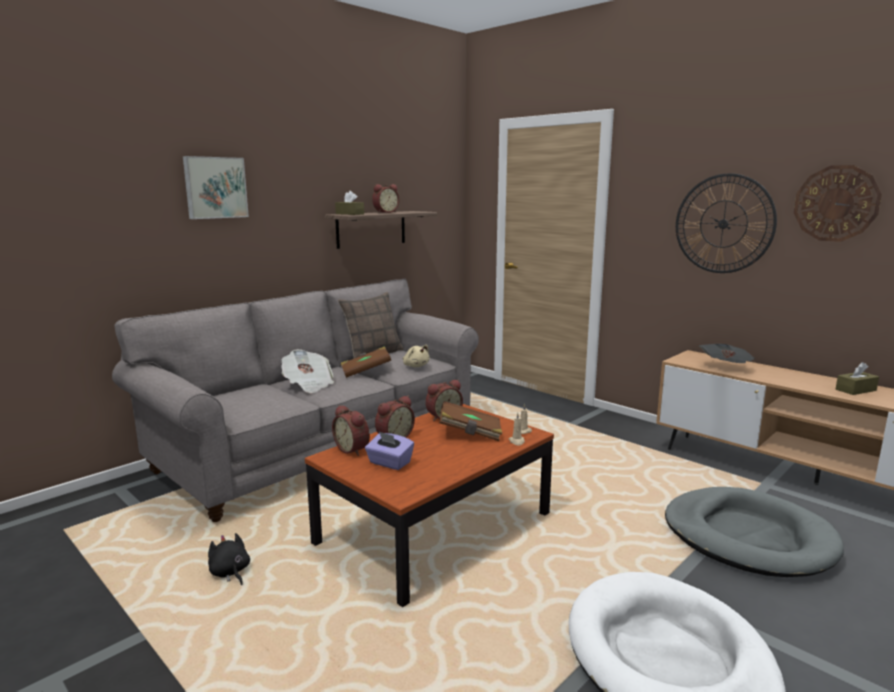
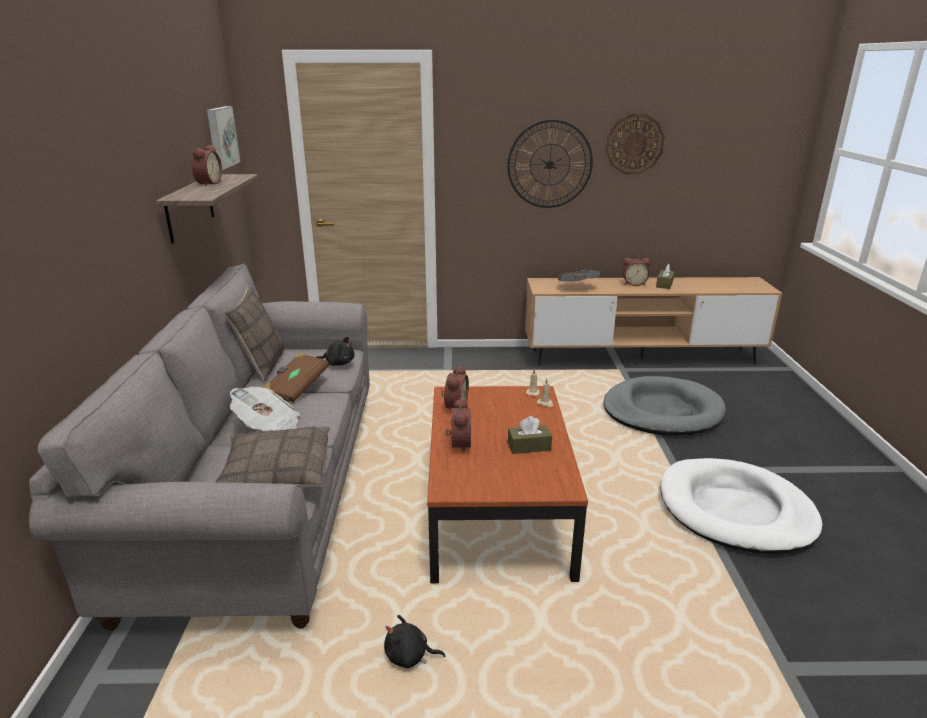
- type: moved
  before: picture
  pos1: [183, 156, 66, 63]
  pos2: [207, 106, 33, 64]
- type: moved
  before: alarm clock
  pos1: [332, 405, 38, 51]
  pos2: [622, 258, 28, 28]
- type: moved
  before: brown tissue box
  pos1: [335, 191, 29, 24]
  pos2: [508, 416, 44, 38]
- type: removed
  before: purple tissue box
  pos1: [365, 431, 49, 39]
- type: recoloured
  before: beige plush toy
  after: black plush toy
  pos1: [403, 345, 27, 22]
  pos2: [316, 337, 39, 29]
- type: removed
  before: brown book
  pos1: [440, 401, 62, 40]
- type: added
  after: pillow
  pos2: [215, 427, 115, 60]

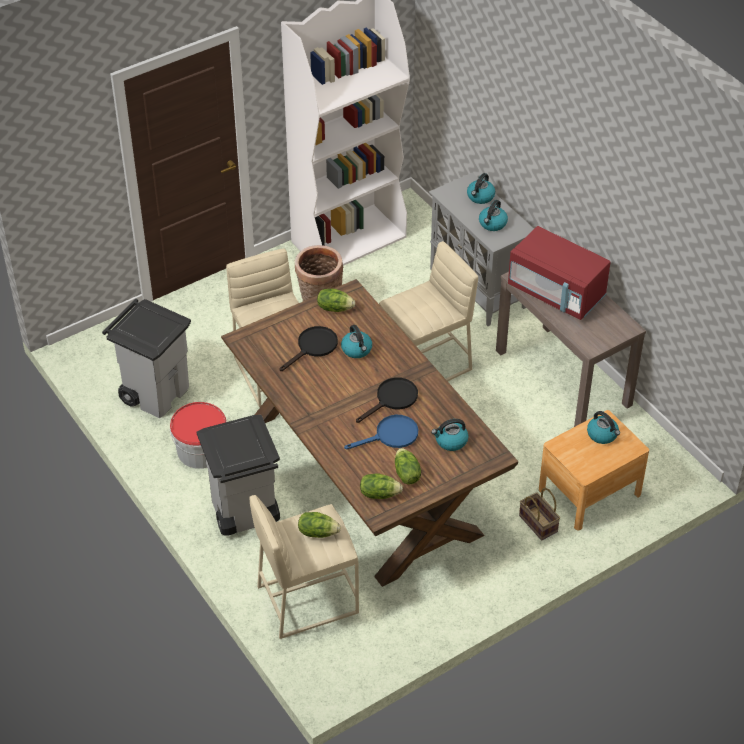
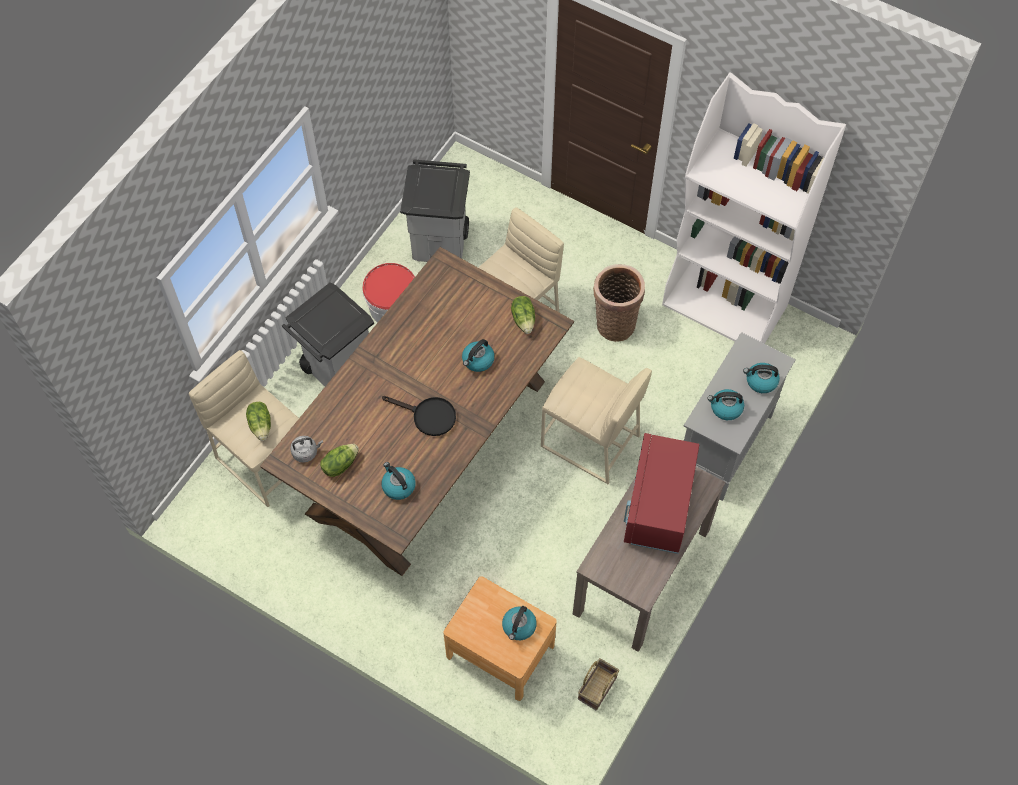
- type: removed
  before: black frying pan
  pos1: [279, 326, 59, 45]
- type: removed
  before: blue frying pan
  pos1: [344, 415, 74, 34]
- type: replaced
  before: lettuce
  after: grey kettle
  pos1: [360, 474, 43, 25]
  pos2: [290, 436, 33, 26]
- type: moved
  before: basket
  pos1: [519, 488, 41, 52]
  pos2: [578, 658, 41, 53]

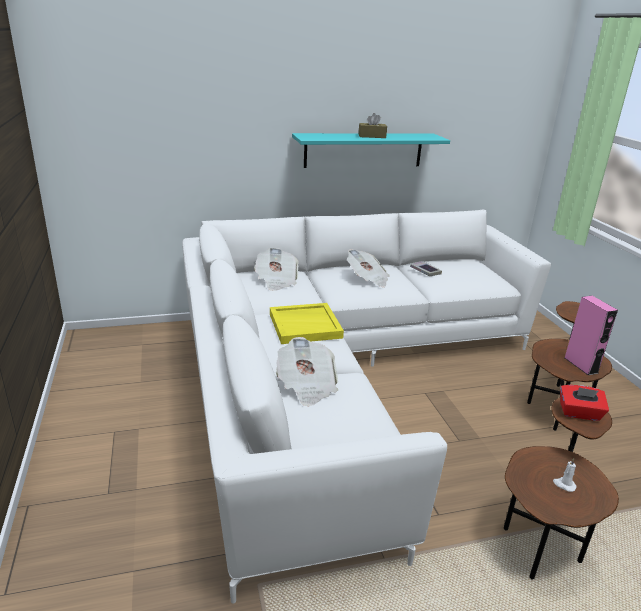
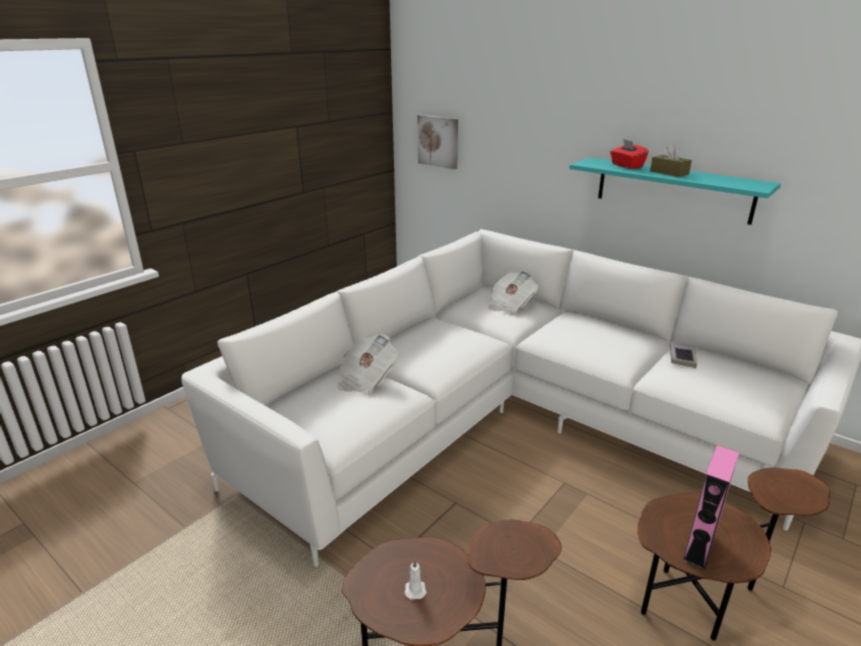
- type: removed
  before: yellow tray
  pos1: [270, 303, 74, 41]
- type: removed
  before: newspaper
  pos1: [347, 249, 43, 39]
- type: moved
  before: red tissue box
  pos1: [560, 385, 49, 36]
  pos2: [610, 139, 39, 30]
- type: added
  after: picture
  pos2: [418, 115, 40, 54]

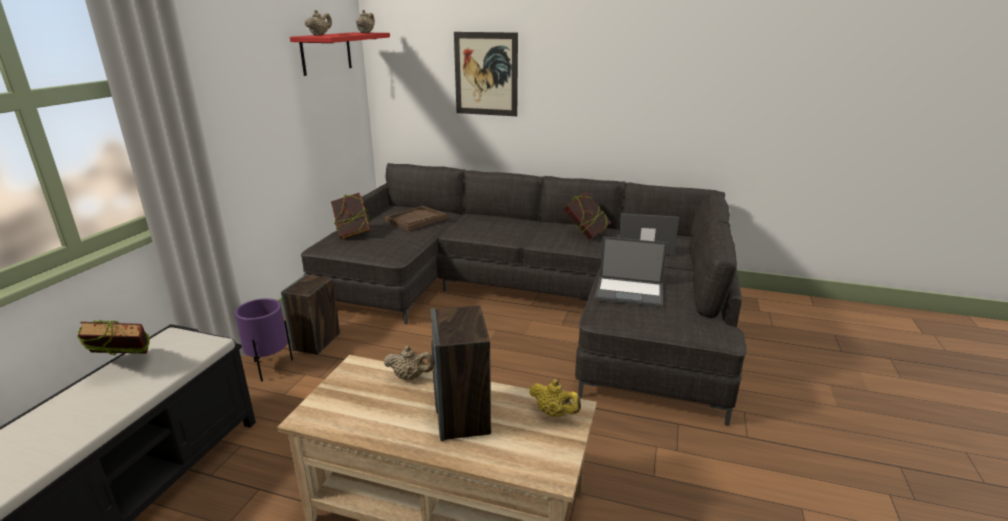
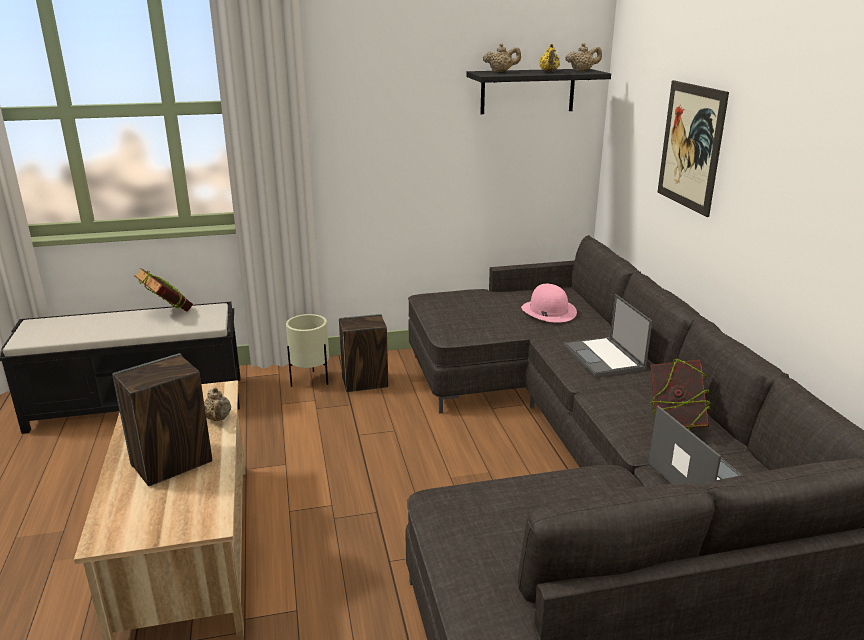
- type: recoloured
  before: purple planter
  after: beige planter
  pos1: [235, 298, 58, 83]
  pos2: [286, 314, 43, 73]
- type: recoloured
  before: red shelf
  after: black shelf
  pos1: [290, 32, 100, 44]
  pos2: [466, 69, 145, 45]
- type: removed
  before: book
  pos1: [331, 193, 40, 47]
- type: replaced
  before: brown tray
  after: pink hat
  pos1: [385, 206, 62, 25]
  pos2: [521, 284, 56, 39]
- type: moved
  before: yellow teapot
  pos1: [529, 379, 52, 38]
  pos2: [539, 44, 21, 28]
- type: moved
  before: laptop
  pos1: [595, 237, 73, 71]
  pos2: [563, 294, 89, 83]

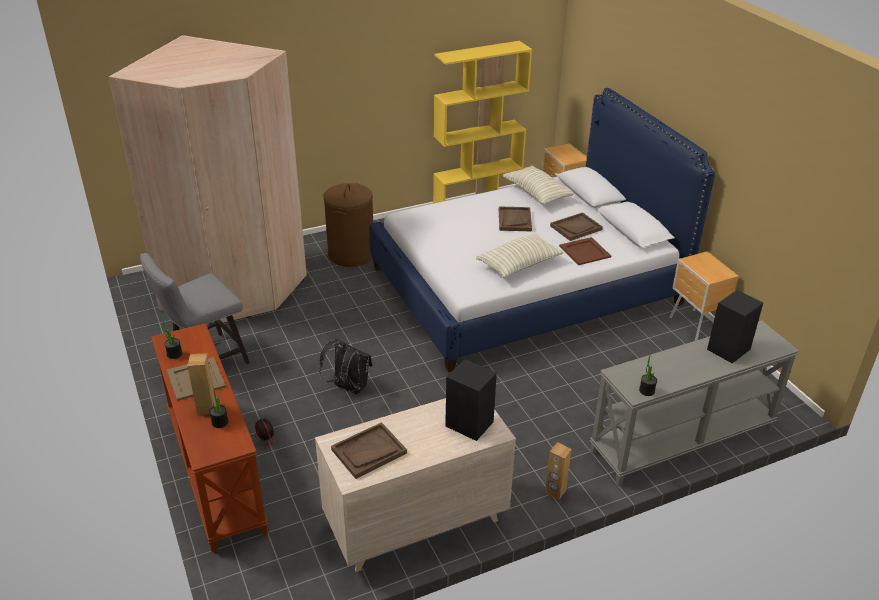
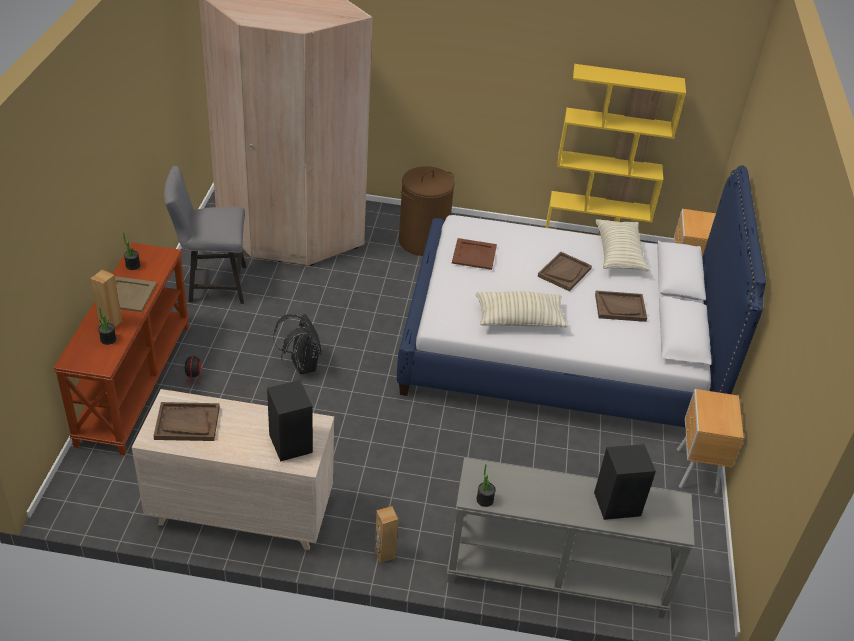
- type: moved
  before: brown tray
  pos1: [559, 237, 52, 28]
  pos2: [452, 238, 45, 32]

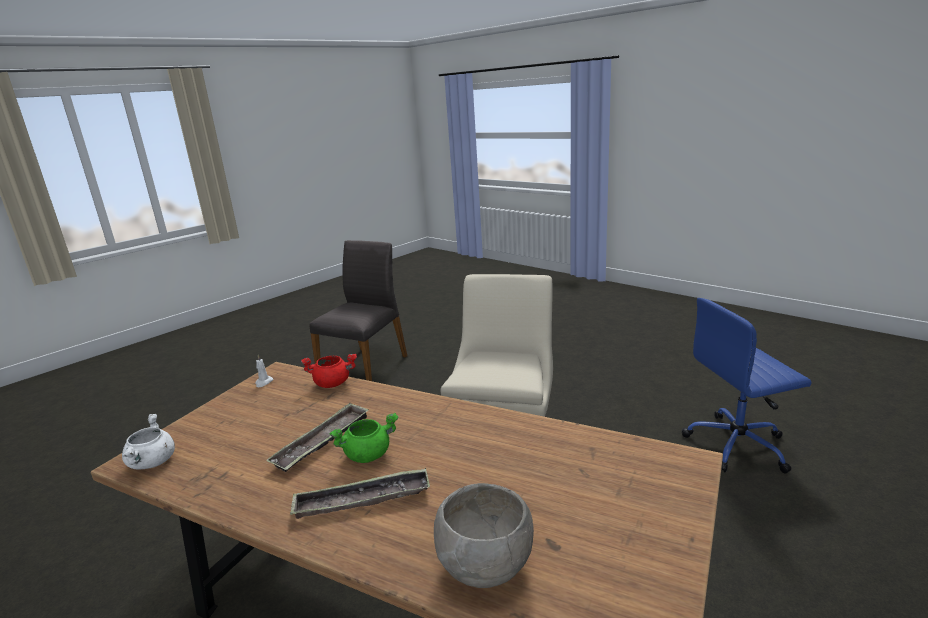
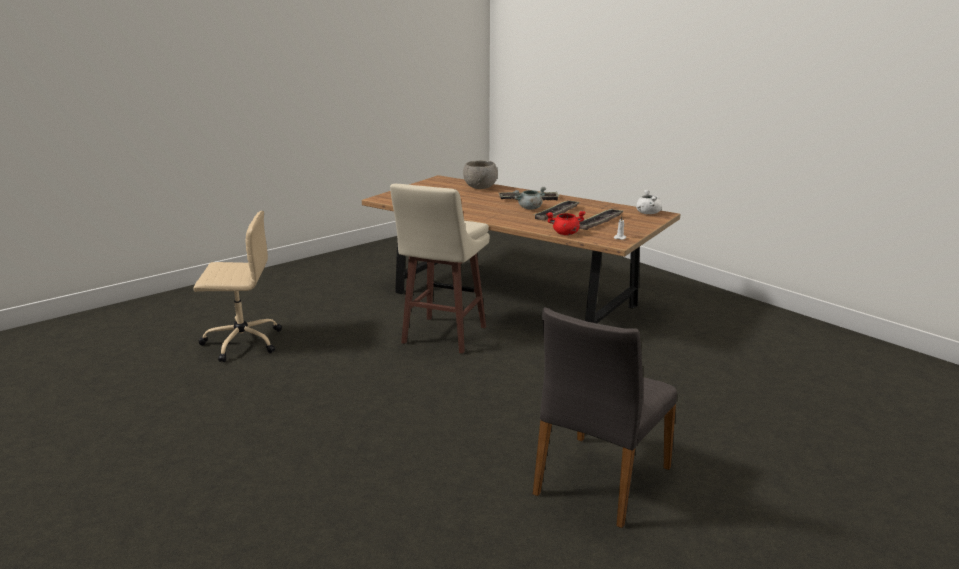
- type: recoloured
  before: green cooking pot
  after: grey cooking pot
  pos1: [330, 413, 69, 50]
  pos2: [513, 187, 33, 23]
- type: recoloured
  before: blue office chair
  after: beige office chair
  pos1: [682, 298, 129, 176]
  pos2: [193, 211, 89, 151]
- type: added
  after: tray
  pos2: [579, 209, 44, 21]

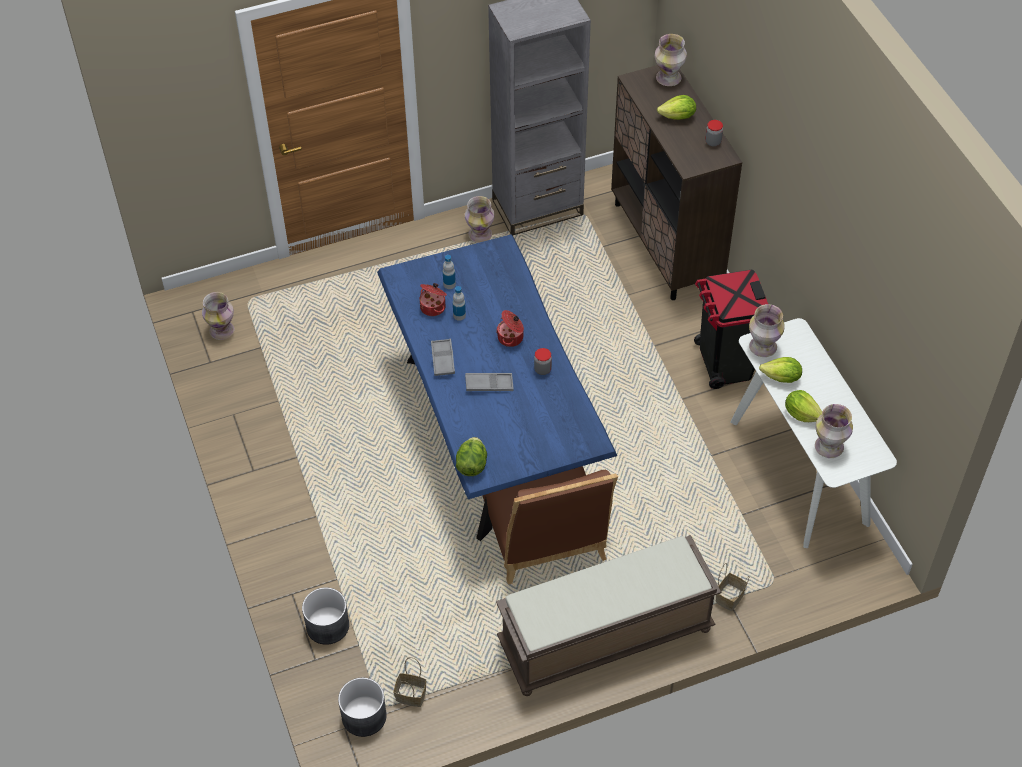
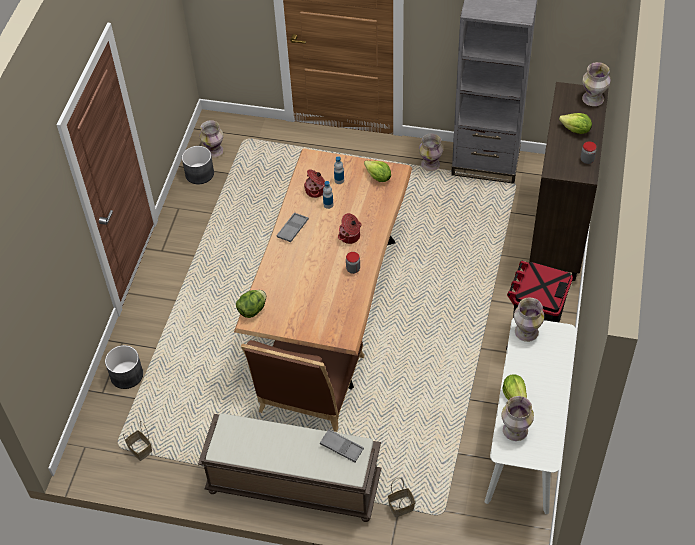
- type: moved
  before: grey planter
  pos1: [338, 678, 49, 59]
  pos2: [182, 146, 32, 38]
- type: recoloured
  before: blue dining table
  after: brown dining table
  pos1: [377, 234, 240, 307]
  pos2: [234, 148, 178, 242]
- type: moved
  before: grey tray
  pos1: [465, 373, 49, 18]
  pos2: [320, 429, 44, 34]
- type: moved
  before: lettuce
  pos1: [759, 357, 43, 26]
  pos2: [364, 161, 27, 21]

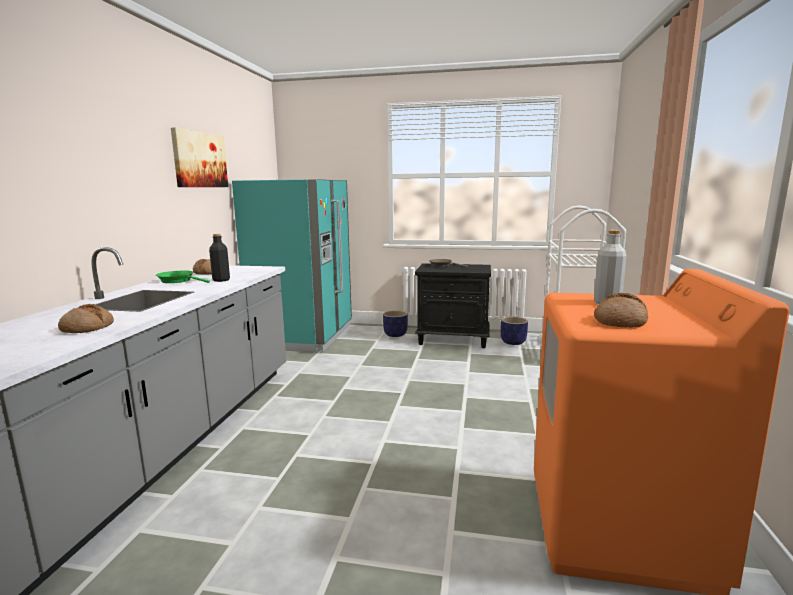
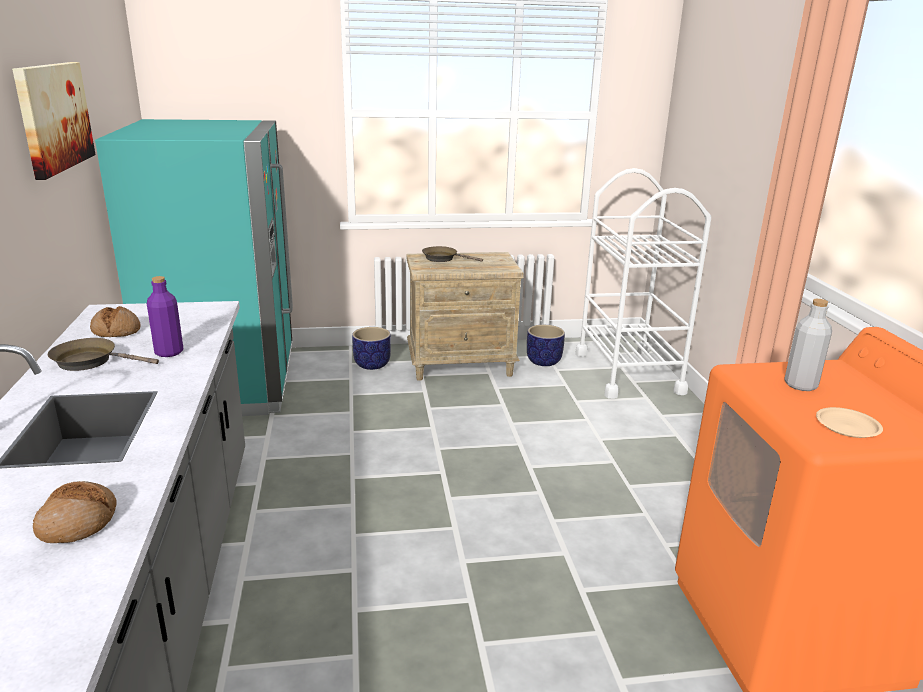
- type: recoloured
  before: green frying pan
  after: brown frying pan
  pos1: [156, 270, 54, 13]
  pos2: [48, 338, 111, 33]
- type: recoloured
  before: black bottle
  after: purple bottle
  pos1: [209, 234, 21, 48]
  pos2: [147, 276, 36, 81]
- type: recoloured
  before: black nightstand
  after: beige nightstand
  pos1: [415, 263, 76, 85]
  pos2: [406, 252, 118, 129]
- type: replaced
  before: bread
  after: beige plate
  pos1: [594, 293, 54, 35]
  pos2: [816, 407, 67, 31]

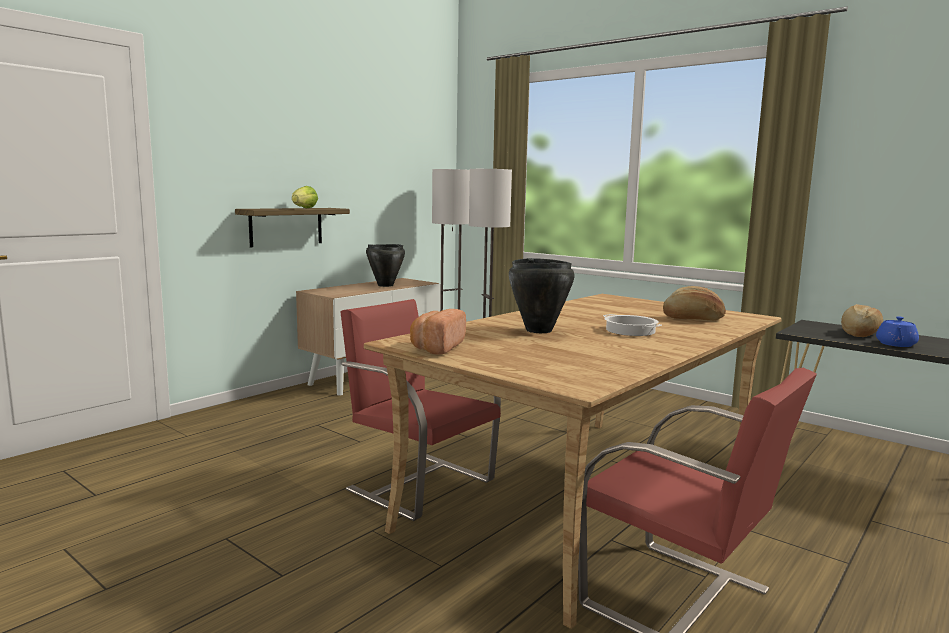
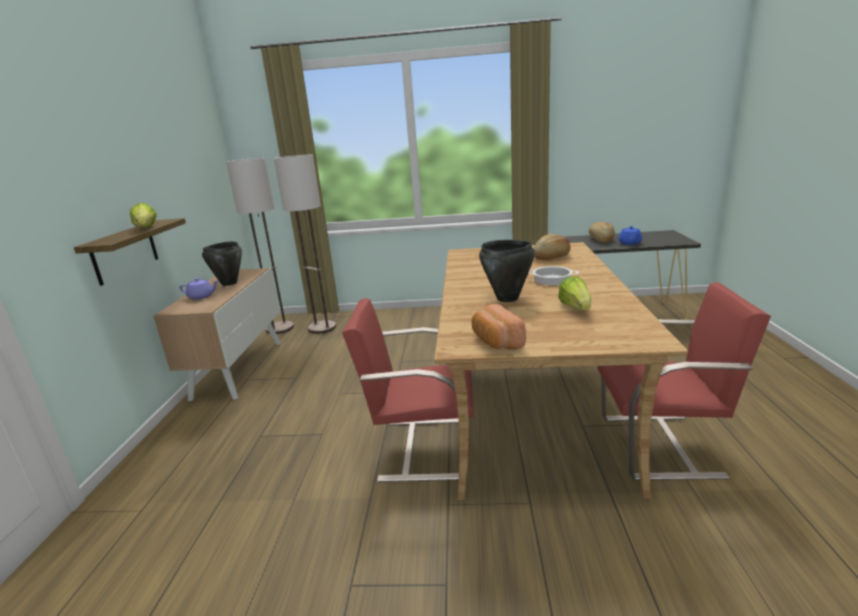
- type: added
  after: purple teapot
  pos2: [179, 278, 39, 22]
- type: added
  after: lettuce
  pos2: [558, 276, 33, 35]

